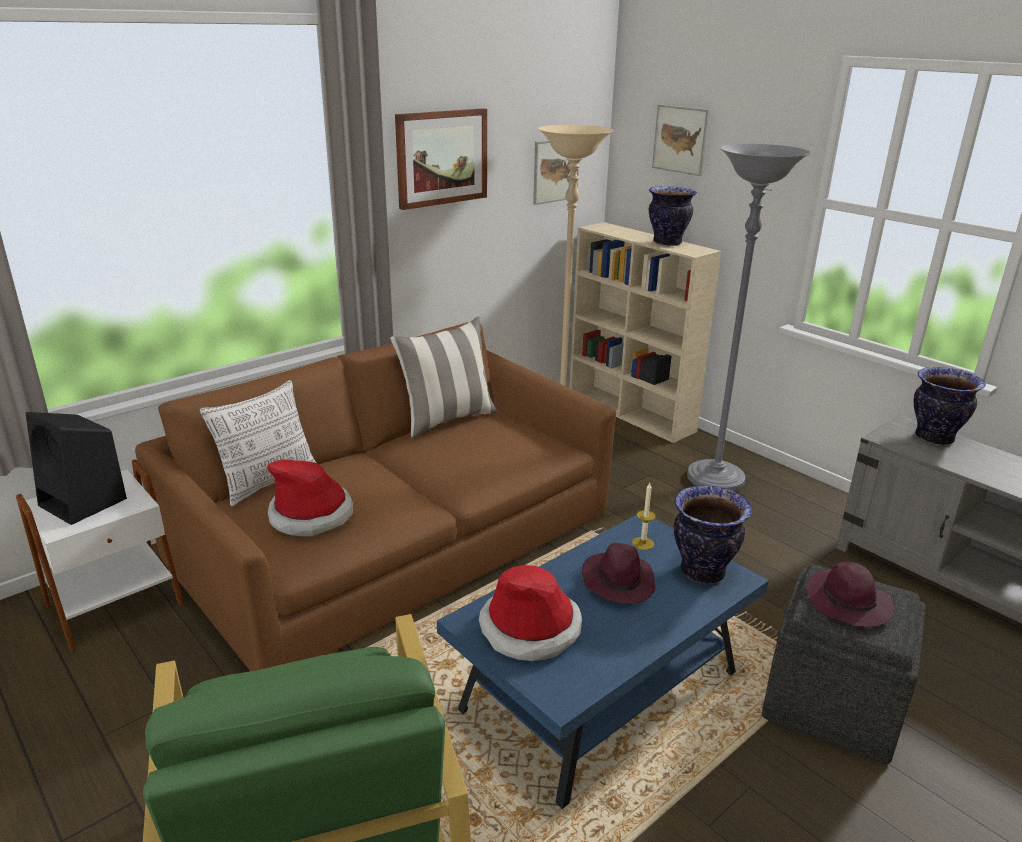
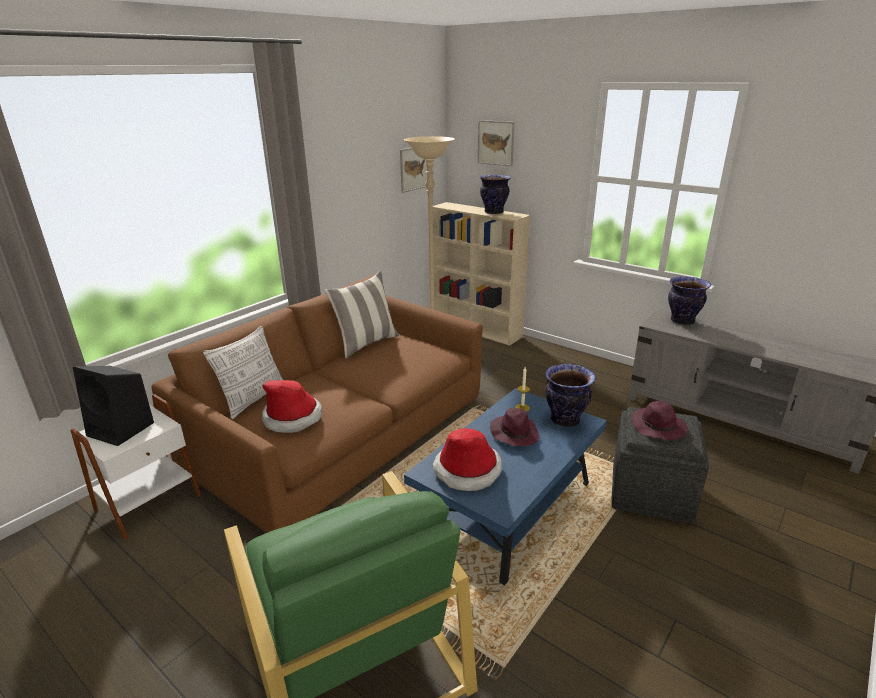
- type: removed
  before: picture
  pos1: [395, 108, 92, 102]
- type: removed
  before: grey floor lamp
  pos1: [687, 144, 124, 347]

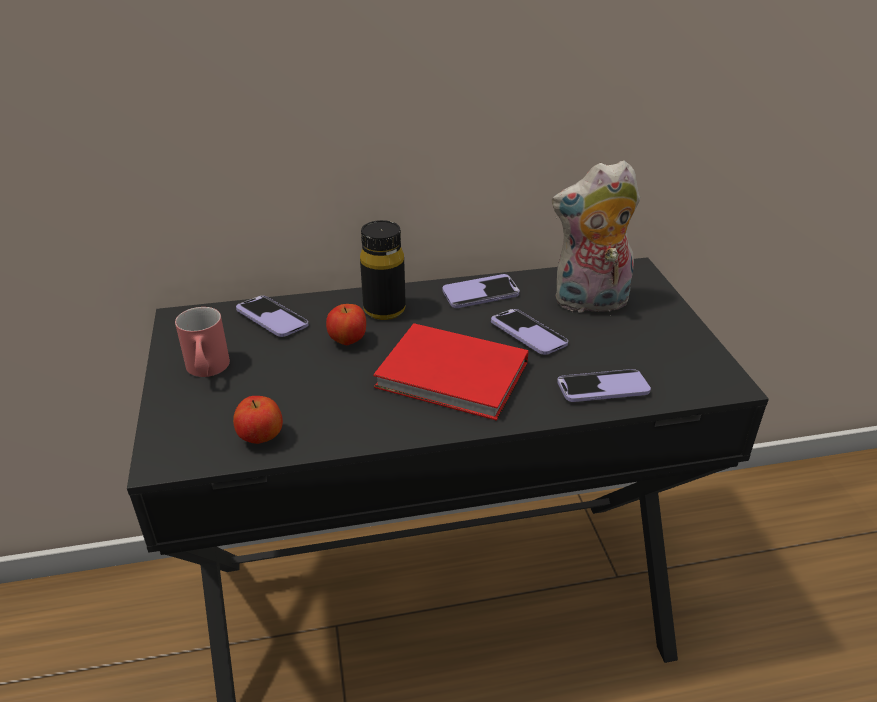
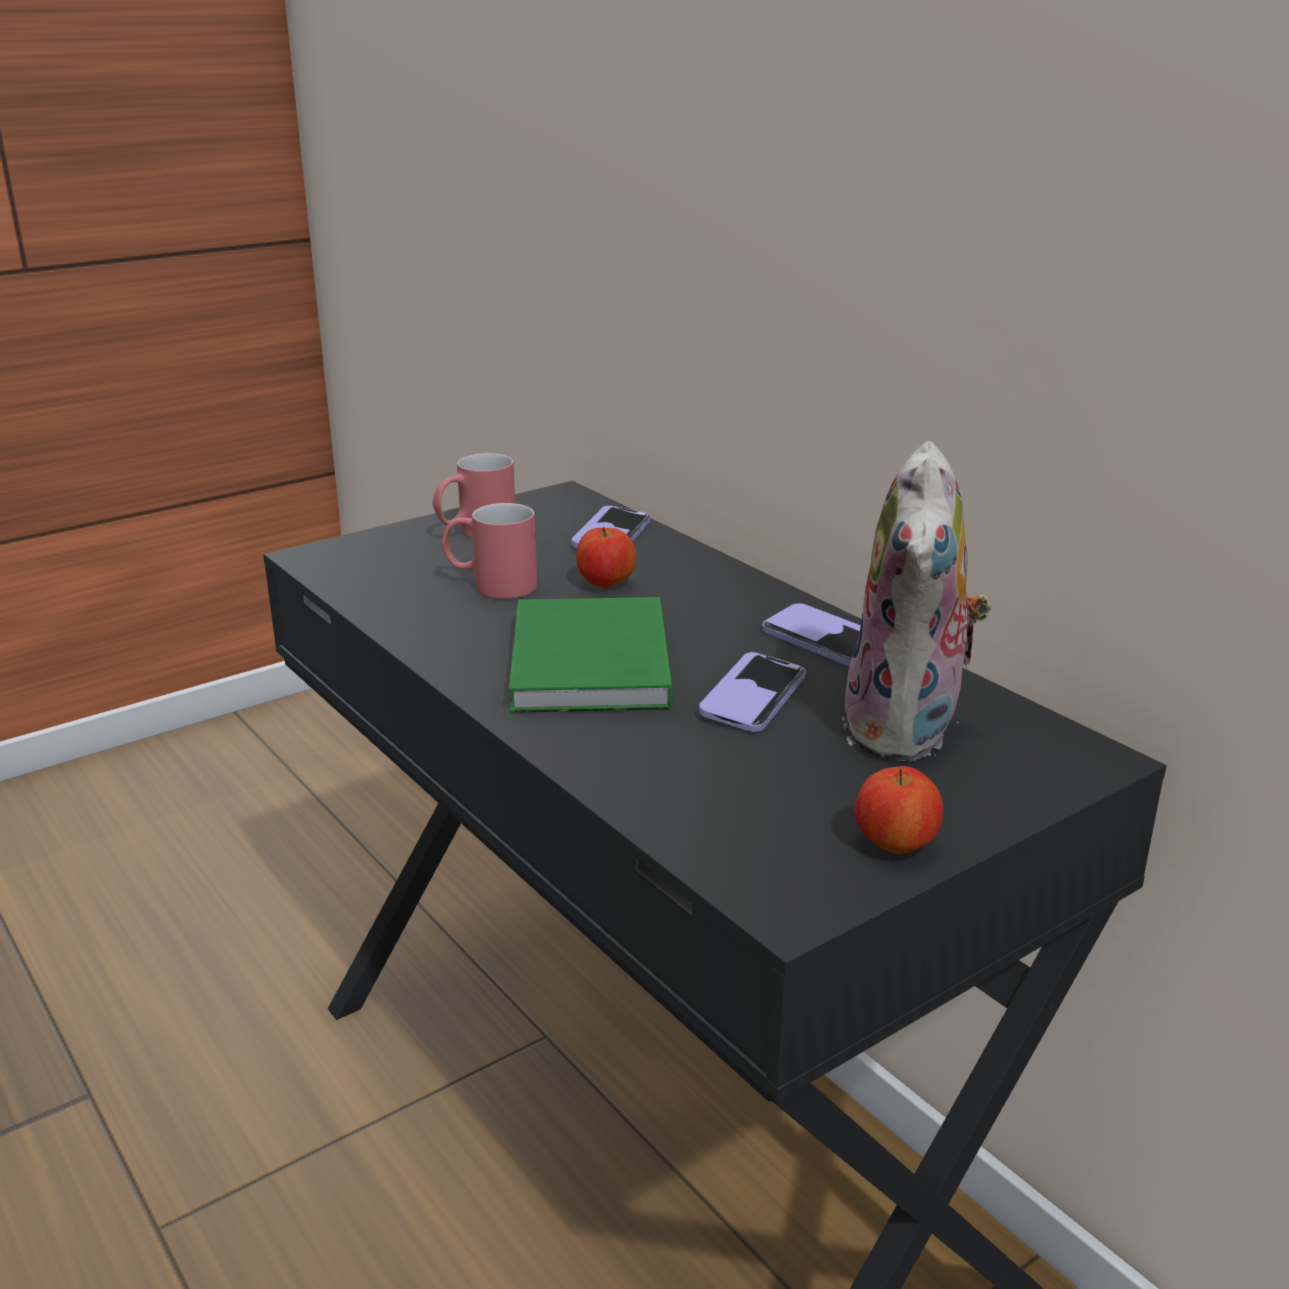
- type: moved
  before: apple
  pos1: [233, 396, 50, 48]
  pos2: [854, 766, 89, 88]
- type: removed
  before: black bottle
  pos1: [360, 220, 46, 100]
- type: recoloured
  before: red book
  after: green book
  pos1: [373, 323, 155, 98]
  pos2: [509, 597, 164, 116]
- type: turned
  before: plush toy
  pos1: [552, 160, 88, 156]
  pos2: [842, 441, 150, 321]
  turn: -135
- type: removed
  before: phone
  pos1: [557, 369, 94, 33]
- type: added
  after: red mug
  pos2: [442, 503, 95, 96]

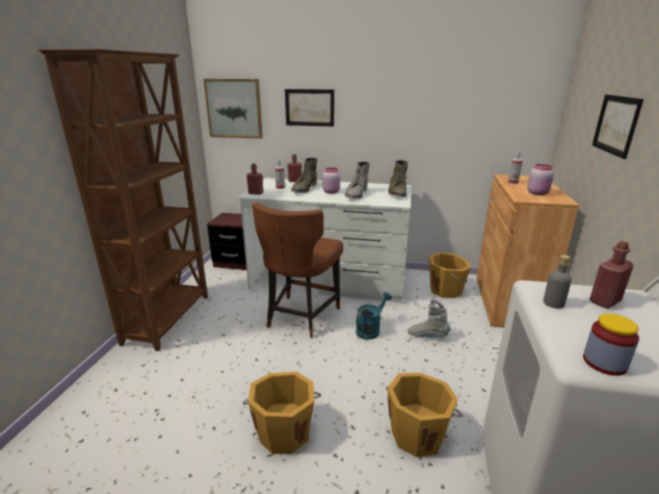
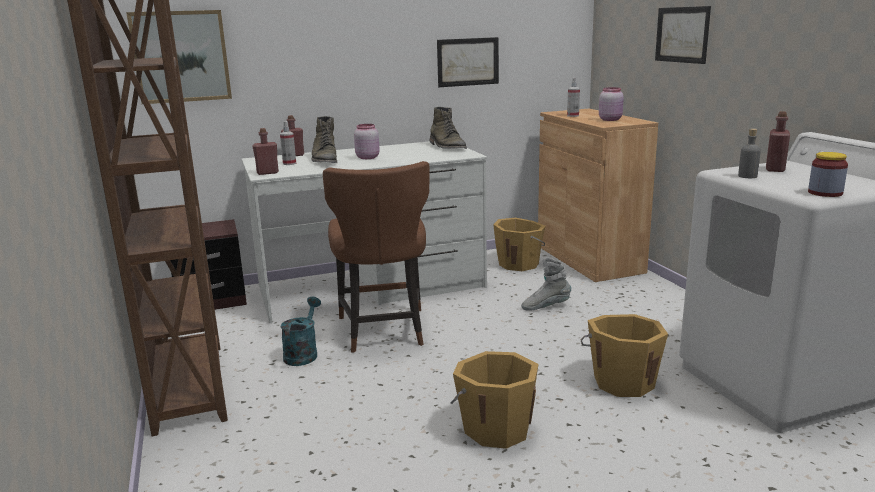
- type: moved
  before: picture
  pos1: [285, 89, 49, 37]
  pos2: [437, 37, 62, 50]
- type: removed
  before: grey boot
  pos1: [345, 162, 25, 37]
- type: moved
  before: turquoise watering can
  pos1: [356, 292, 36, 48]
  pos2: [281, 297, 40, 69]

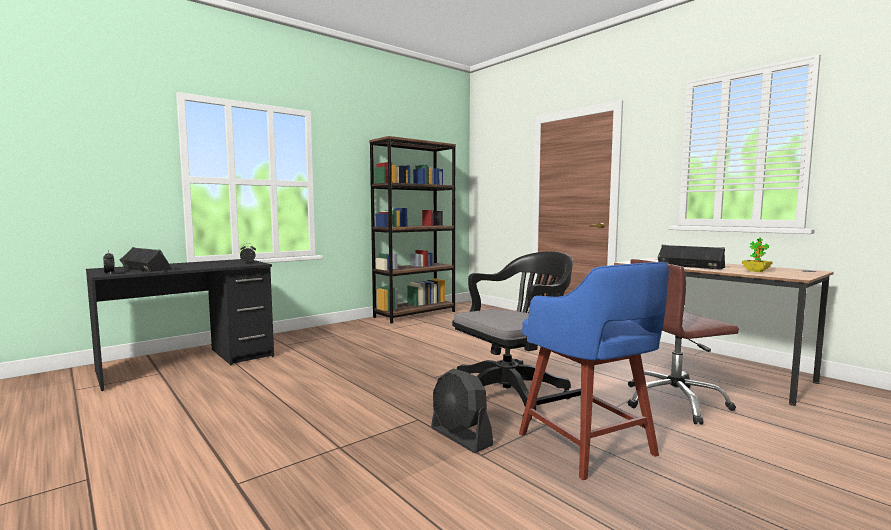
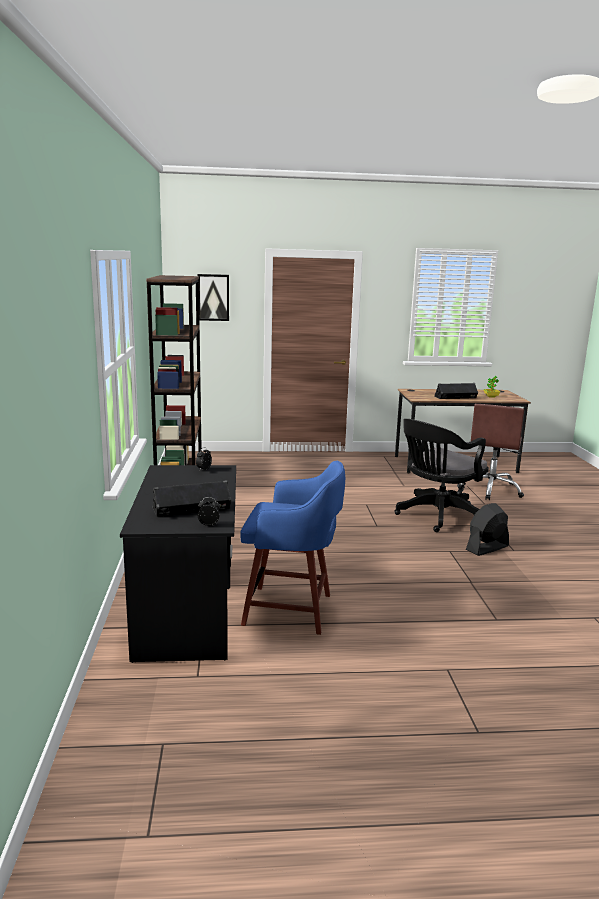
- type: turned
  before: black fan
  pos1: [431, 368, 62, 85]
  pos2: [466, 503, 43, 53]
  turn: 150
- type: turned
  before: black office chair
  pos1: [452, 251, 121, 170]
  pos2: [394, 419, 95, 113]
  turn: -135
- type: moved
  before: blue stool
  pos1: [519, 262, 150, 218]
  pos2: [241, 461, 104, 174]
- type: added
  after: picture
  pos2: [198, 274, 31, 47]

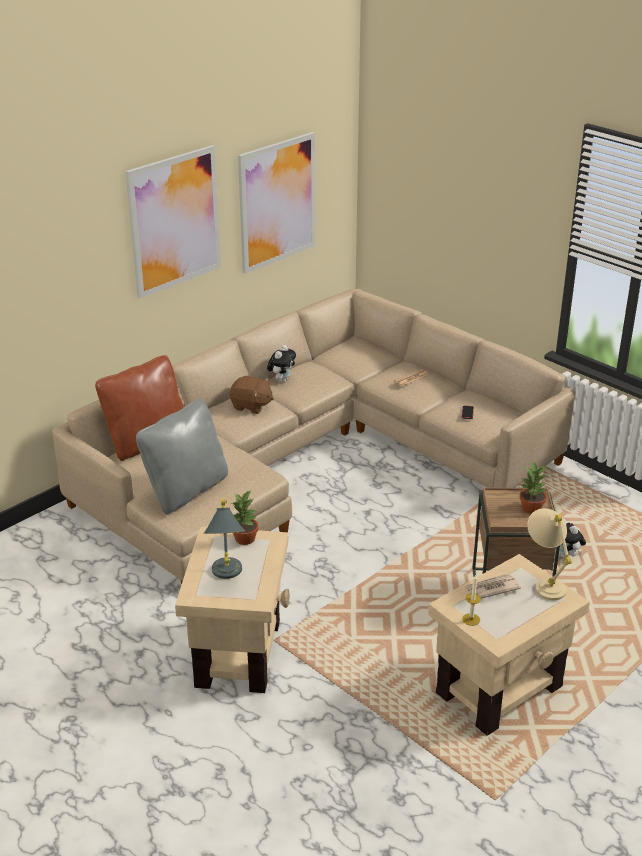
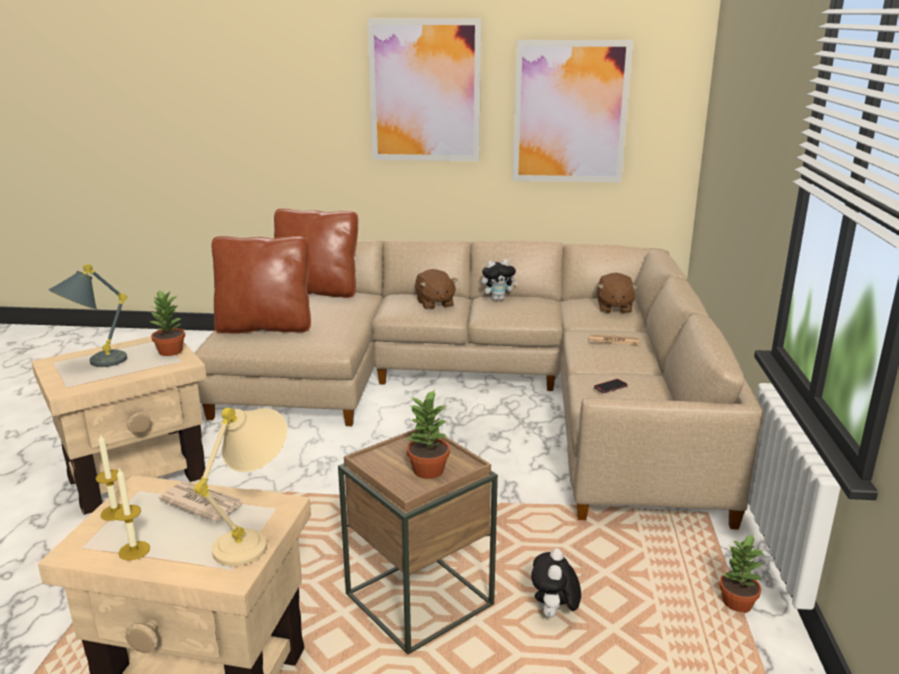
- type: recoloured
  before: grey pillow
  after: brown pillow
  pos1: [136, 399, 92, 116]
  pos2: [212, 236, 99, 97]
- type: added
  after: candle
  pos2: [113, 468, 37, 92]
- type: added
  after: brown plush toy
  pos2: [597, 273, 41, 41]
- type: added
  after: potted plant
  pos2: [719, 534, 45, 79]

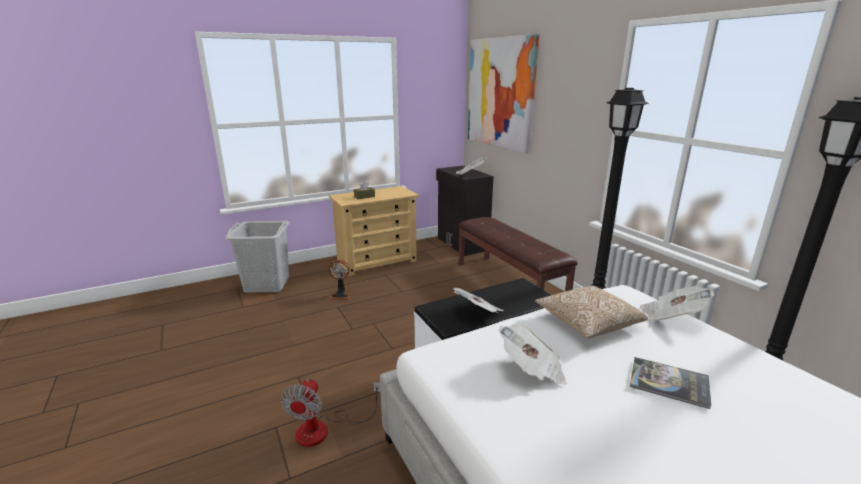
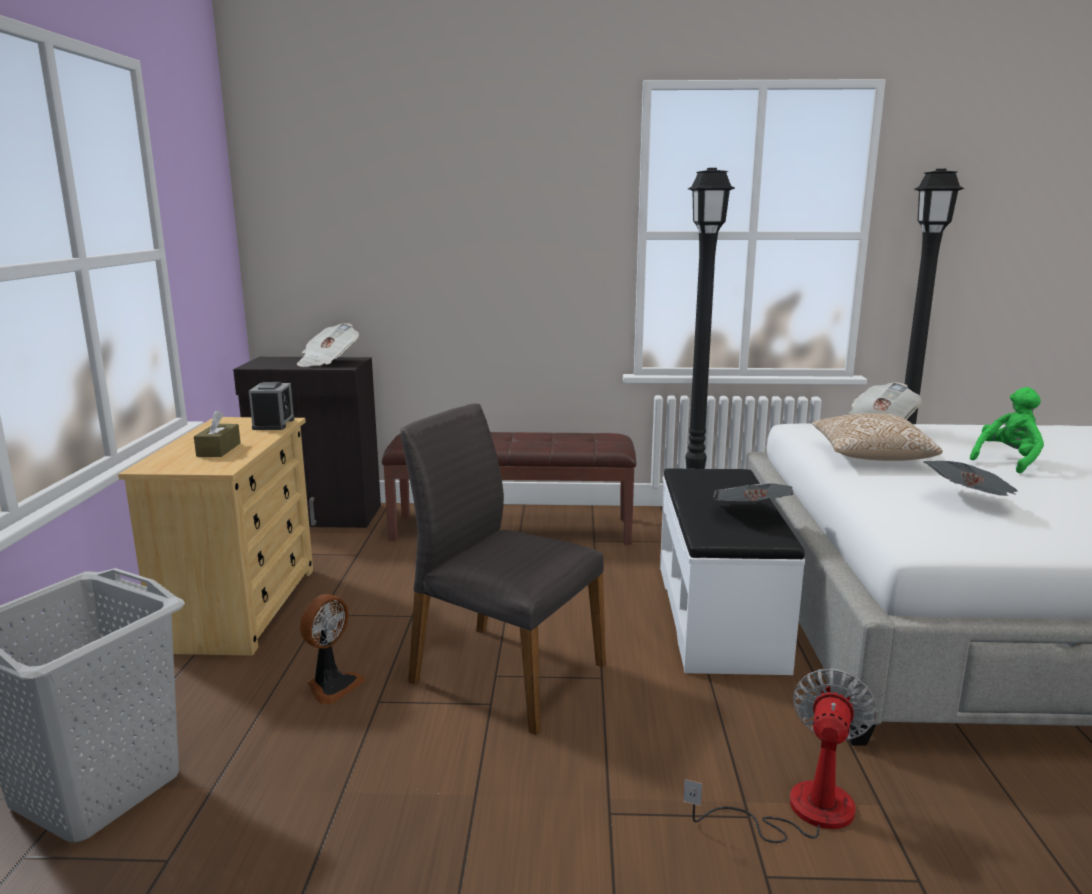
- type: turned
  before: fan
  pos1: [281, 379, 99, 68]
  pos2: [683, 668, 194, 175]
  turn: -105
- type: removed
  before: picture
  pos1: [468, 34, 71, 120]
- type: replaced
  before: book
  after: green plush toy
  pos1: [630, 357, 81, 52]
  pos2: [970, 387, 74, 86]
- type: added
  after: alarm clock
  pos2: [249, 382, 45, 48]
- type: added
  after: grey chair
  pos2: [400, 404, 206, 331]

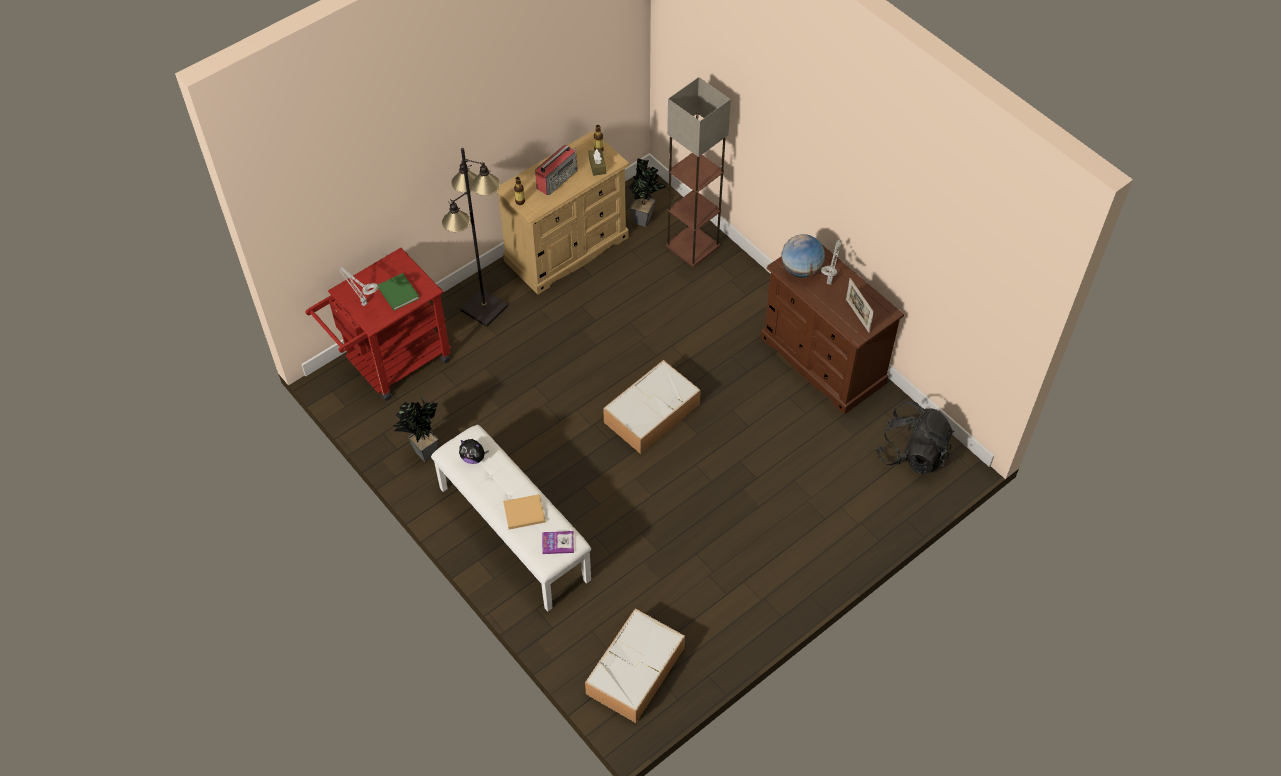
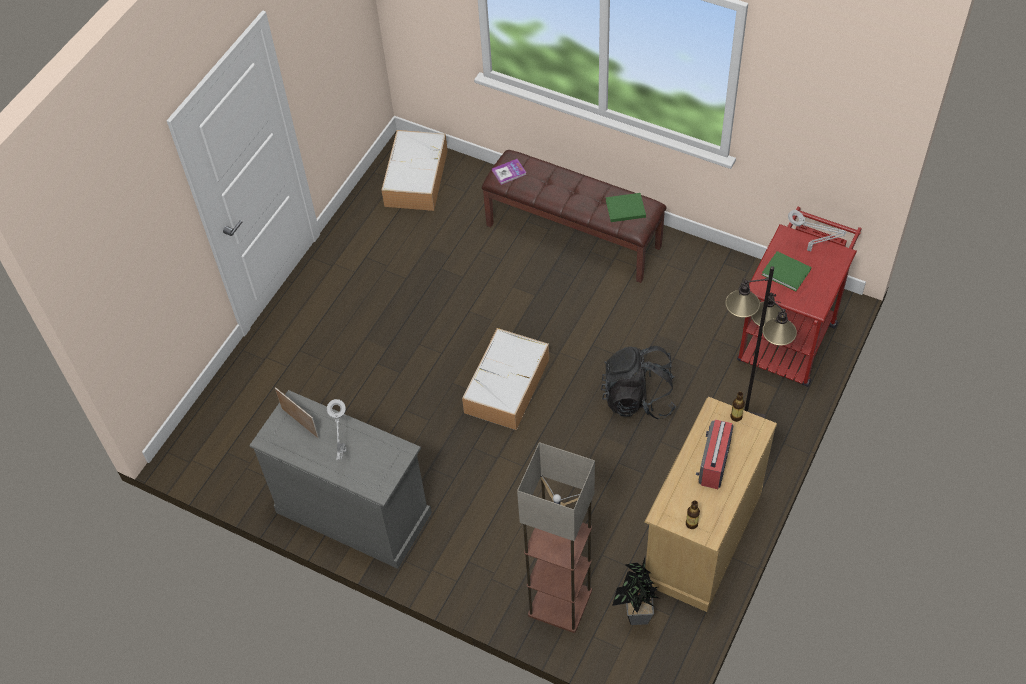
- type: removed
  before: potted plant
  pos1: [394, 397, 44, 64]
- type: recoloured
  before: white bench
  after: brown bench
  pos1: [431, 425, 160, 187]
  pos2: [482, 150, 185, 133]
- type: replaced
  before: plush toy
  after: green book
  pos1: [459, 439, 30, 25]
  pos2: [606, 193, 40, 29]
- type: removed
  before: beige book
  pos1: [503, 494, 43, 35]
- type: removed
  before: brown tissue box
  pos1: [588, 149, 18, 27]
- type: recoloured
  before: brown dresser
  after: grey dresser
  pos1: [761, 245, 143, 170]
  pos2: [250, 390, 182, 179]
- type: removed
  before: globe
  pos1: [781, 234, 44, 44]
- type: moved
  before: black backpack
  pos1: [875, 401, 79, 73]
  pos2: [601, 346, 75, 73]

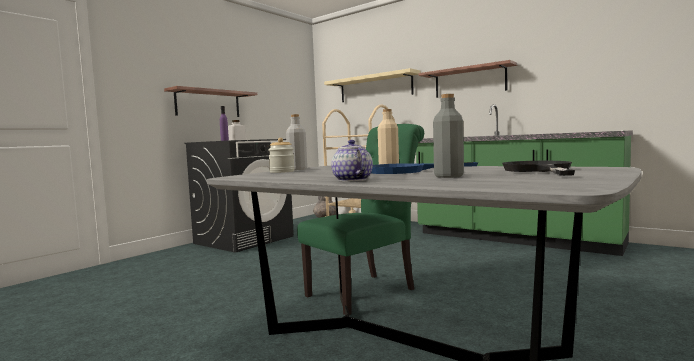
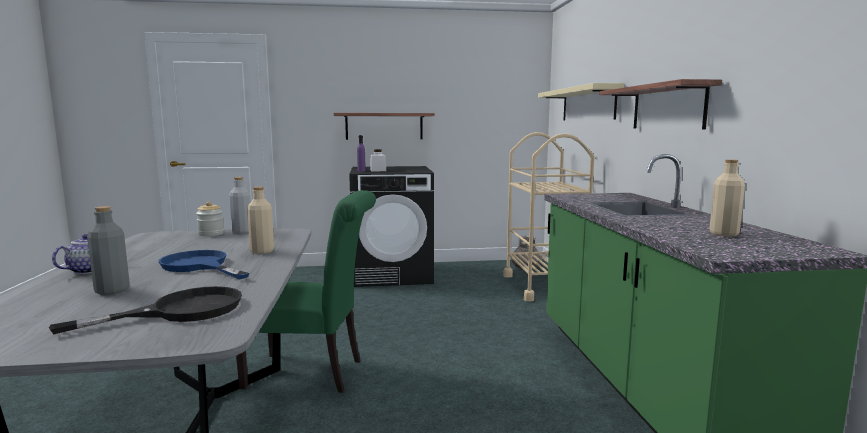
- type: added
  after: beige bottle
  pos2: [709, 159, 36, 78]

